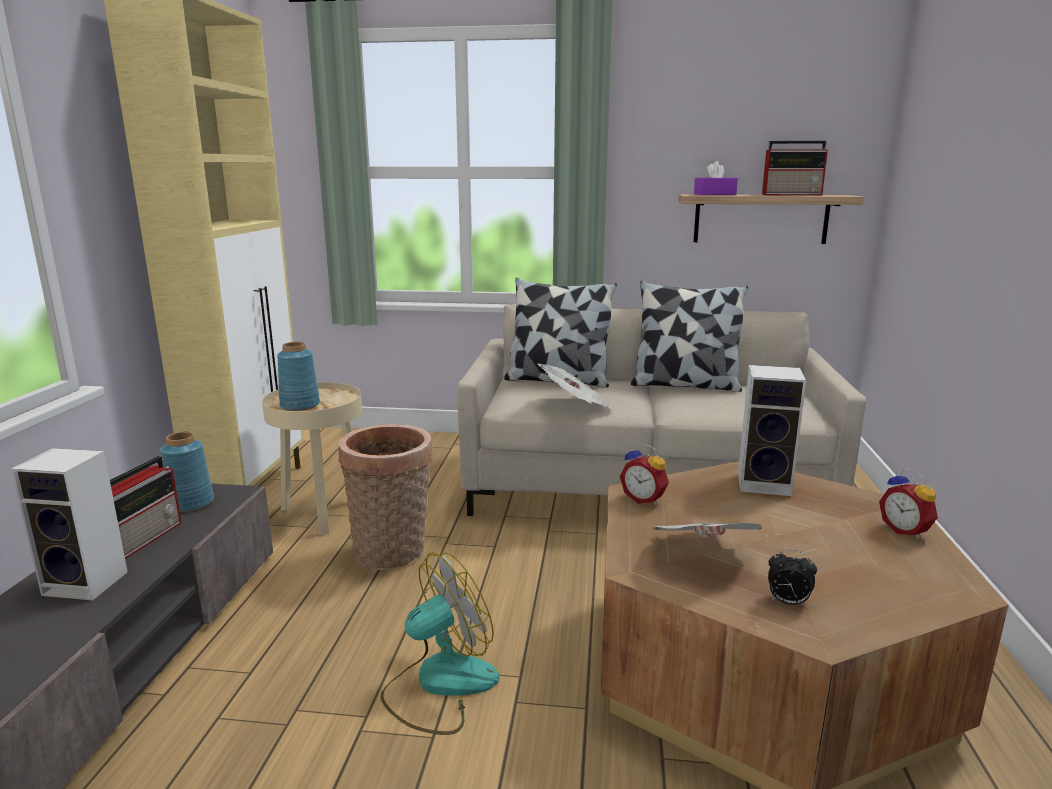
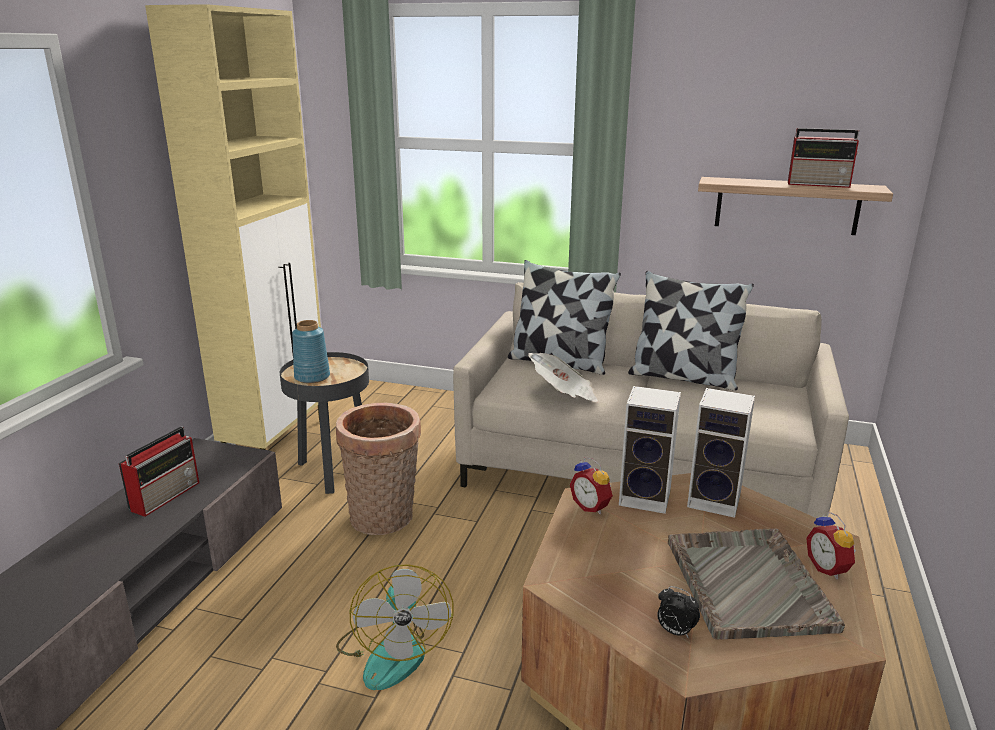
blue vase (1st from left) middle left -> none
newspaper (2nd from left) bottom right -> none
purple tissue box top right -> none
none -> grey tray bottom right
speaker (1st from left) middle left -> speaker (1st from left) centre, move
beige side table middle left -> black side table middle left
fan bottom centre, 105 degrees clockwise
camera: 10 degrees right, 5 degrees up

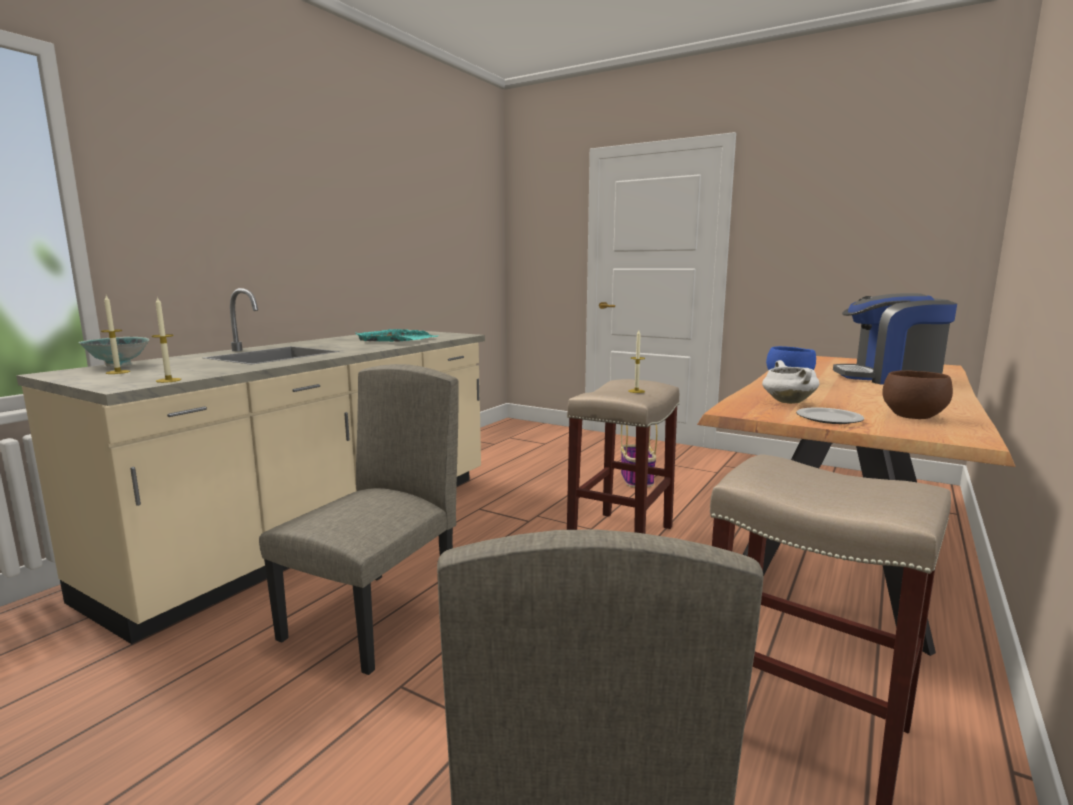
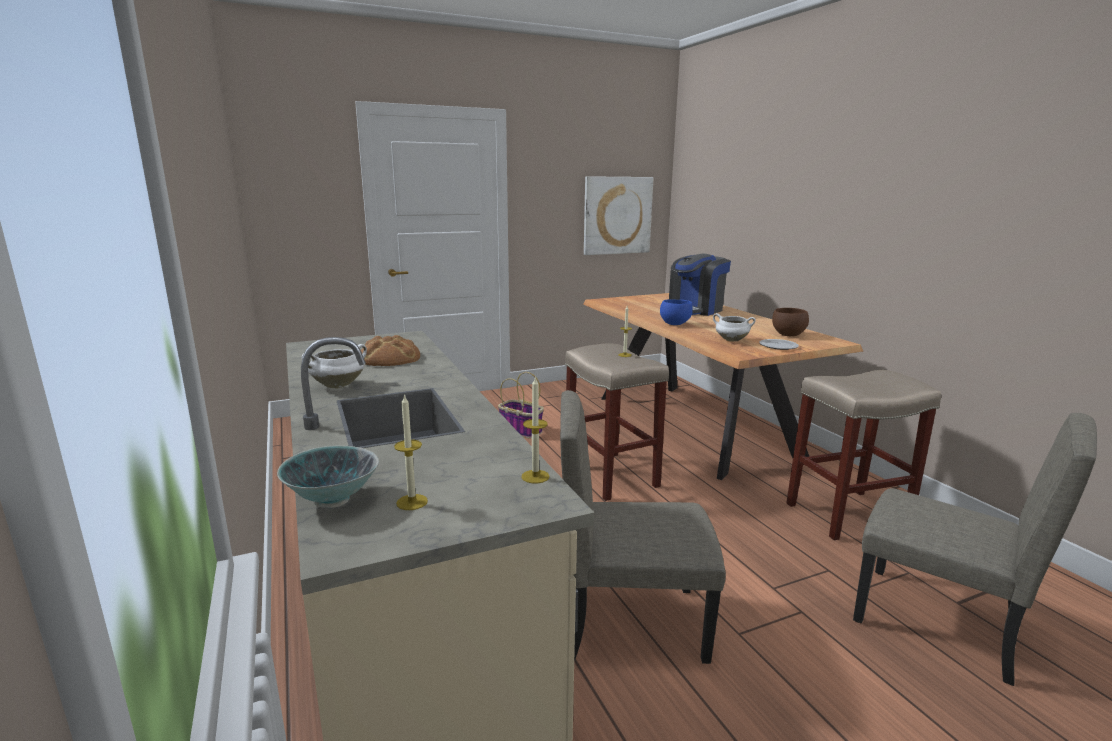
none -> white cooking pot (1st from left) middle left
none -> picture top centre
turquoise tray centre -> bread centre
beige chair (1st from left) centre -> beige chair (1st from left) bottom centre, 60 degrees counterclockwise
camera: 55 degrees left, 5 degrees up

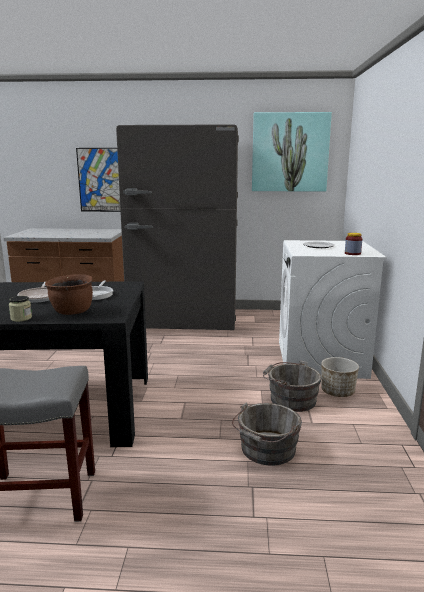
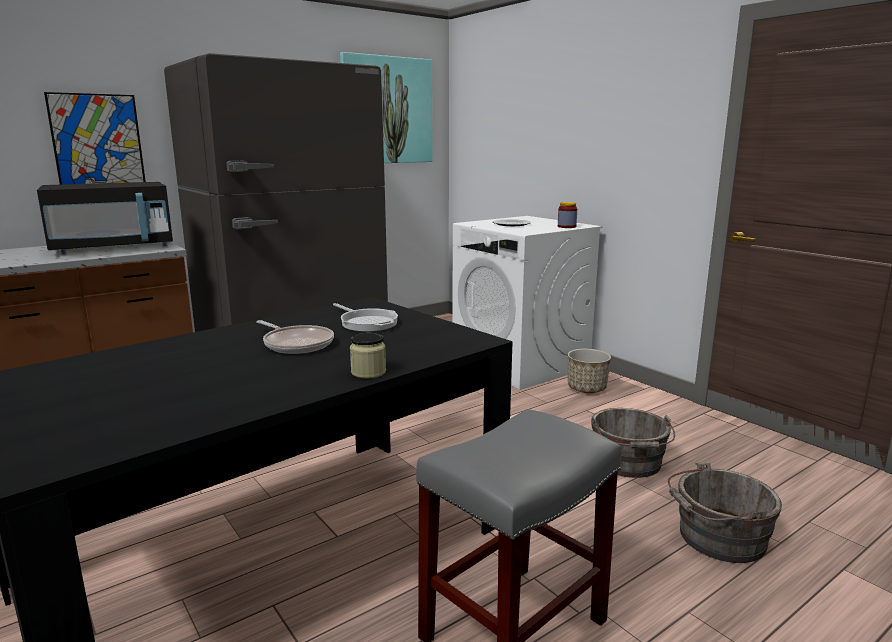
brown cooking pot middle left -> none
none -> black microwave middle left
grey bucket (2nd from left) middle right -> grey bucket (2nd from left) bottom right, move
camera: 40 degrees left, 0 degrees up

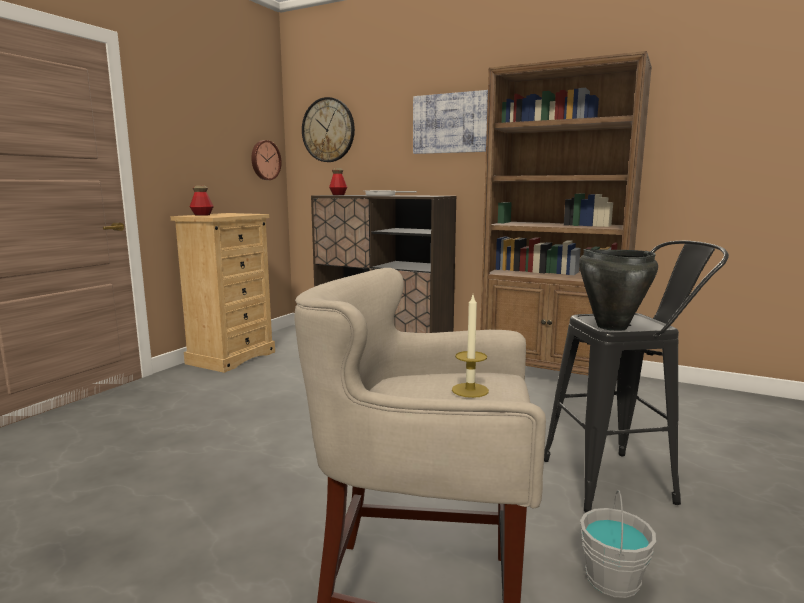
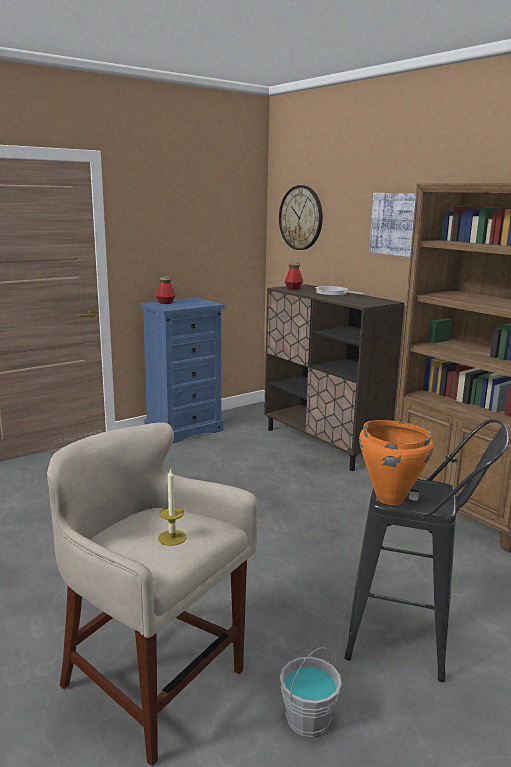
wall clock (1st from left) top left -> none
beige dresser middle left -> blue dresser centre
black cooking pot middle right -> orange cooking pot middle right
camera: 25 degrees right, 5 degrees up

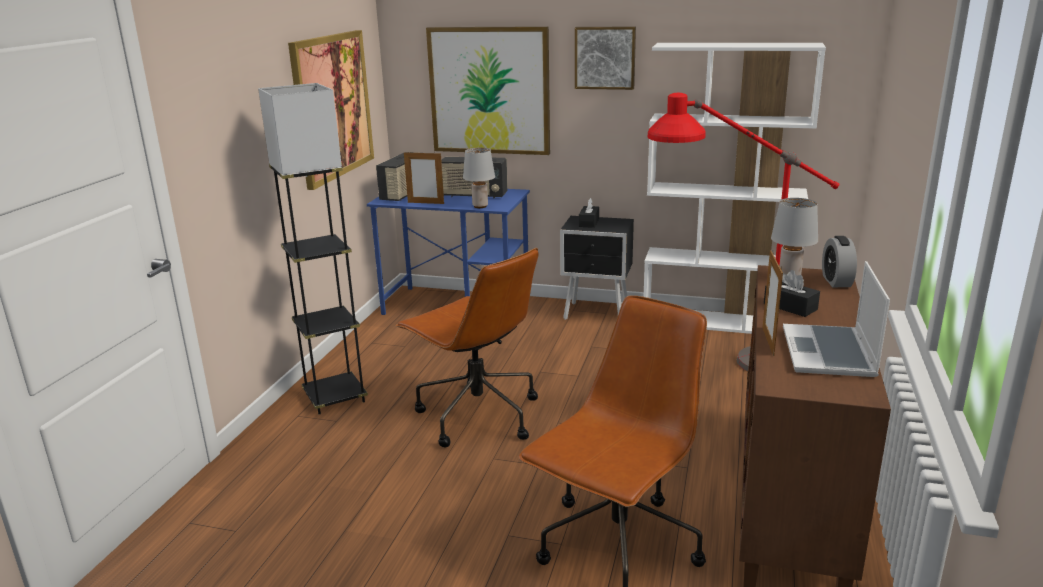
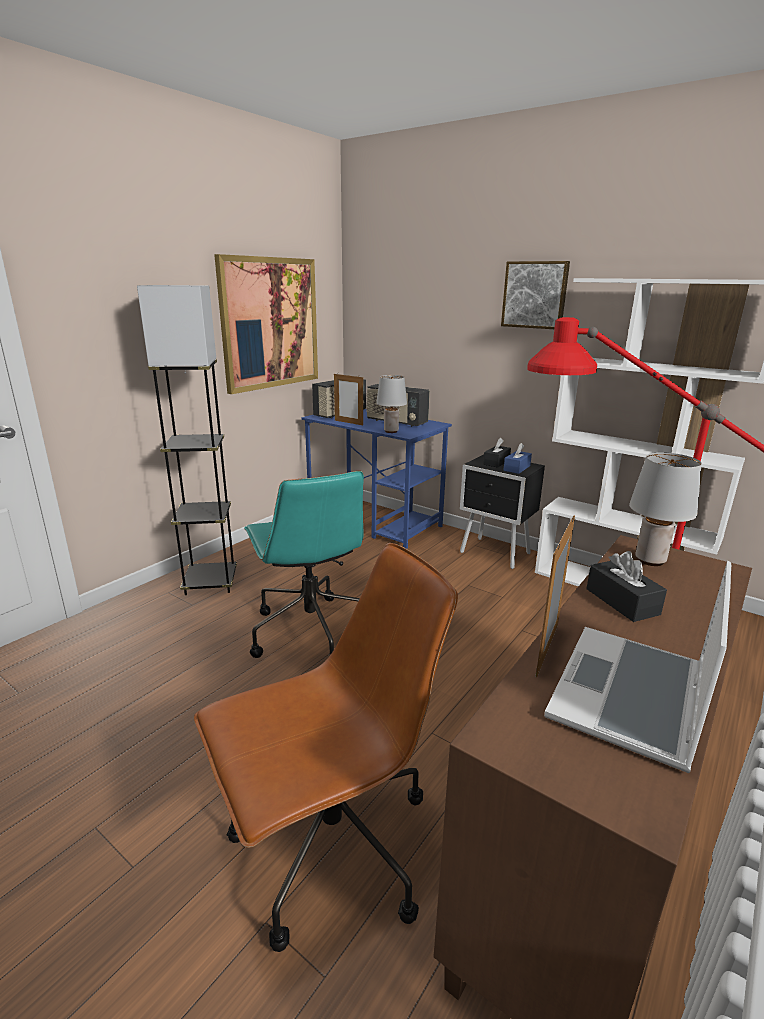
picture (2nd from left) top centre -> none
alarm clock middle right -> none
none -> blue tissue box middle right
brown office chair (1st from left) centre -> turquoise office chair centre
camera: 20 degrees right, 0 degrees up

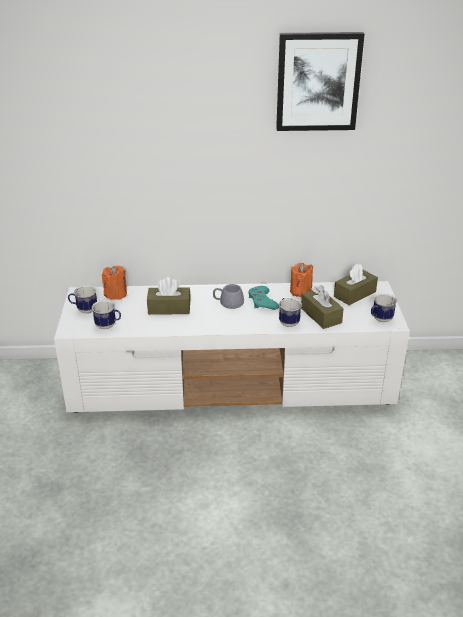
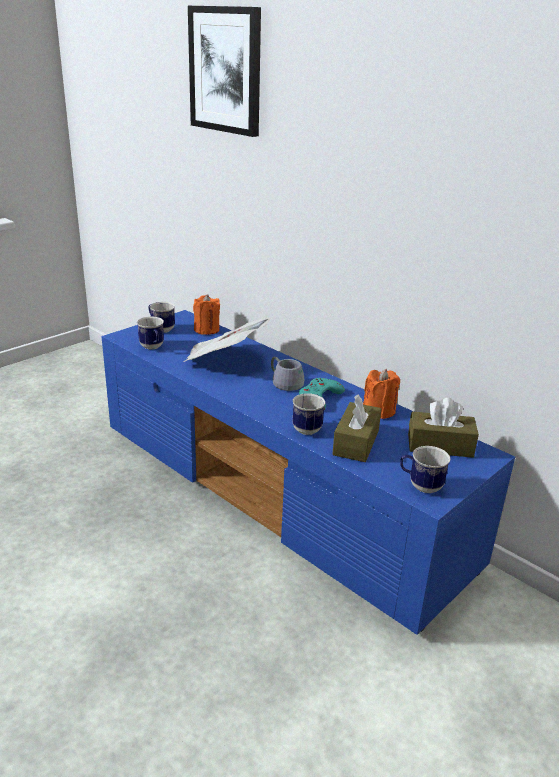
picture top right -> picture top centre, move
brown tissue box (1st from left) centre -> newspaper centre
white tv stand centre -> blue tv stand centre
camera: 45 degrees right, 5 degrees down

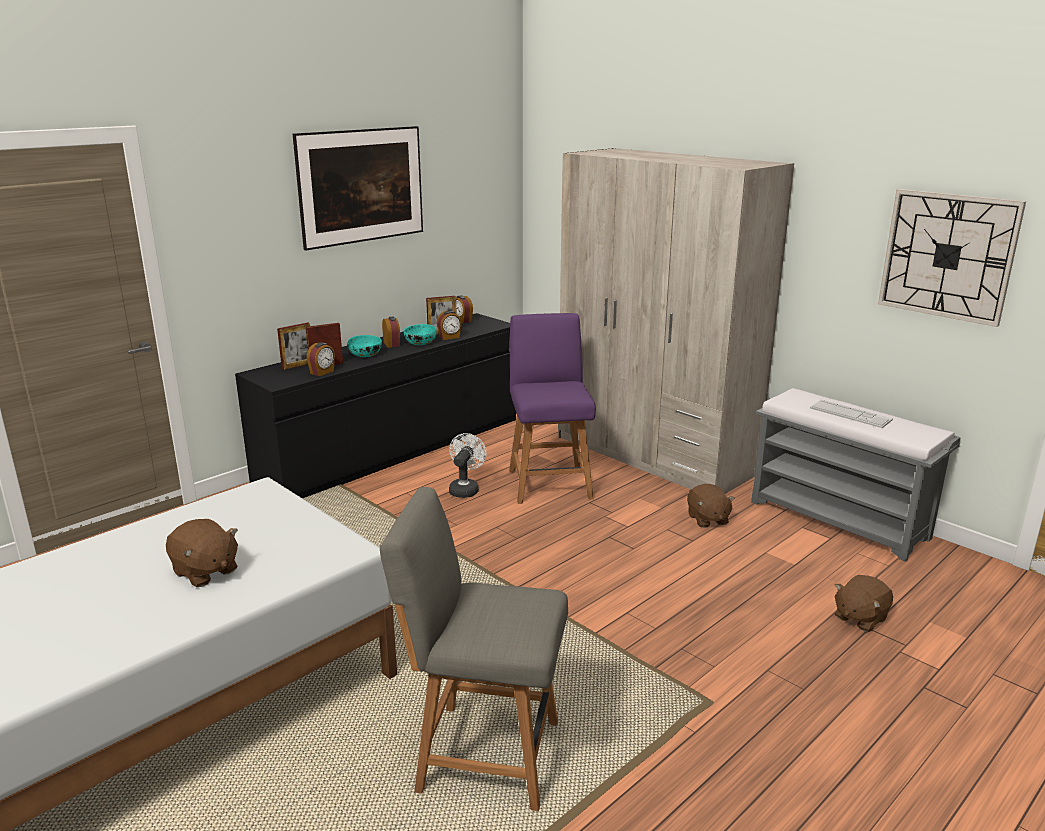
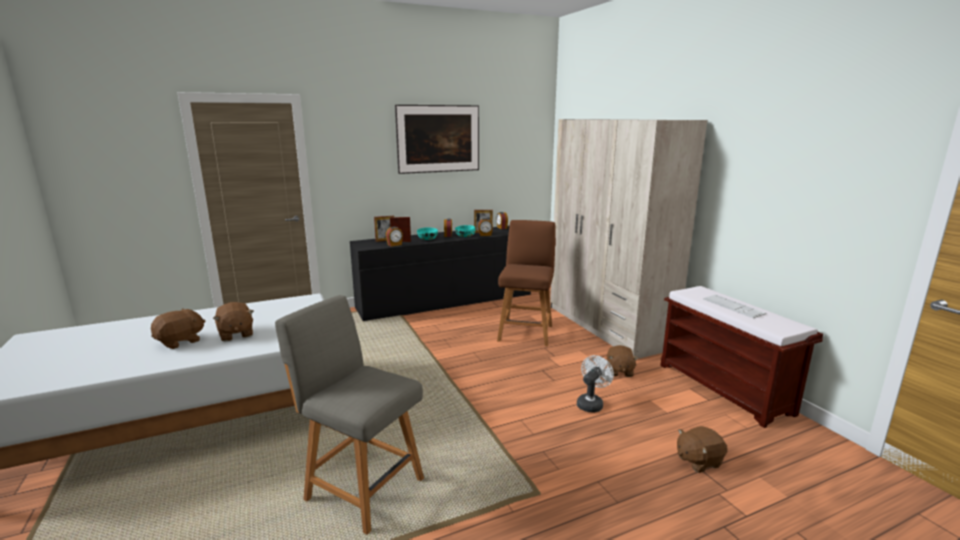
wall clock top right -> none
none -> brown plush toy (1st from left) middle left
white fan centre -> white fan bottom centre, move
purple chair centre -> brown chair centre
grey bench middle right -> brown bench middle right
camera: 20 degrees right, 5 degrees down

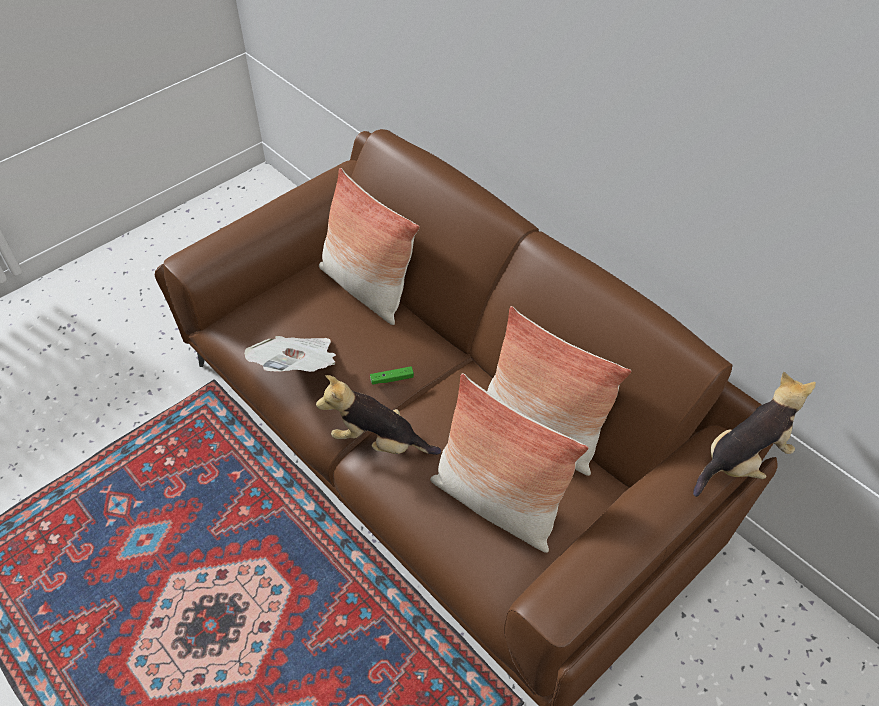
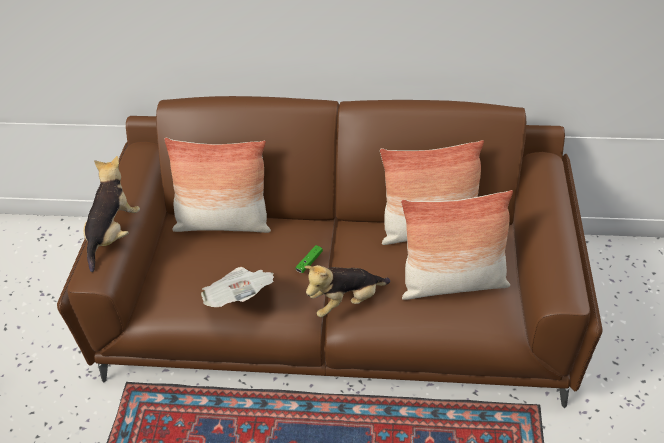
plush toy (2nd from left in the first image) middle right -> plush toy (1st from left) middle left, move
camera: 40 degrees left, 5 degrees down

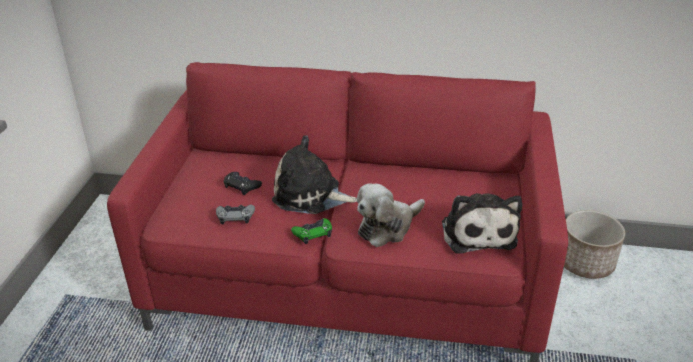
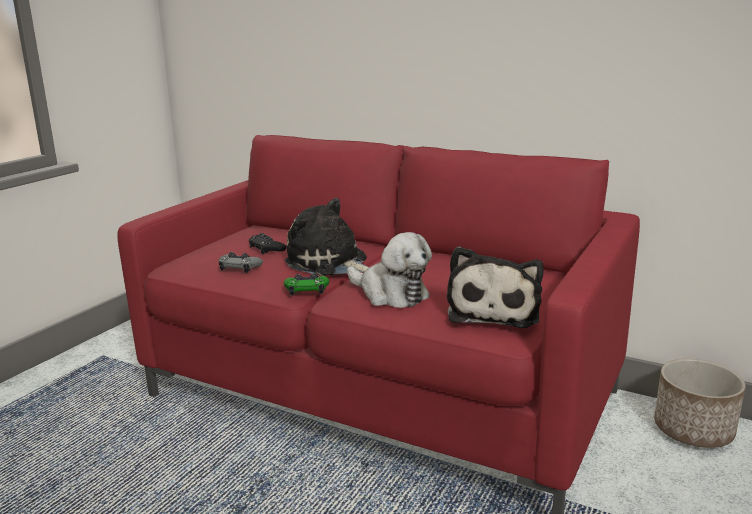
plush toy (2nd from left) centre, 120 degrees counterclockwise
camera: 20 degrees right, 15 degrees down

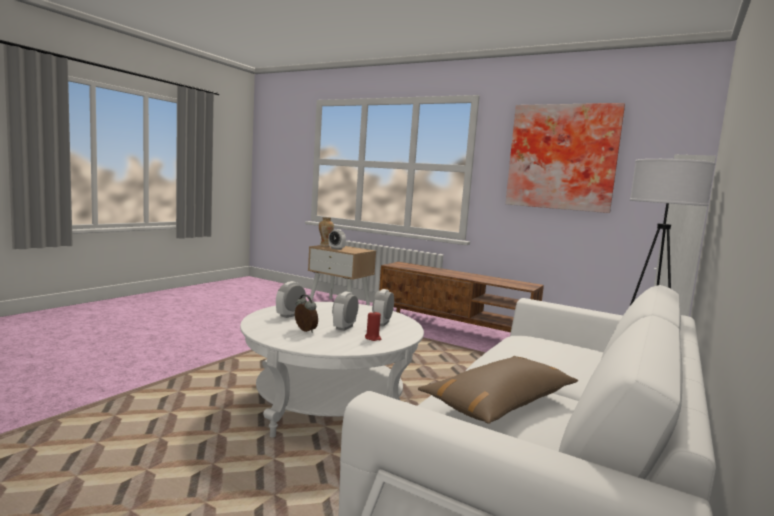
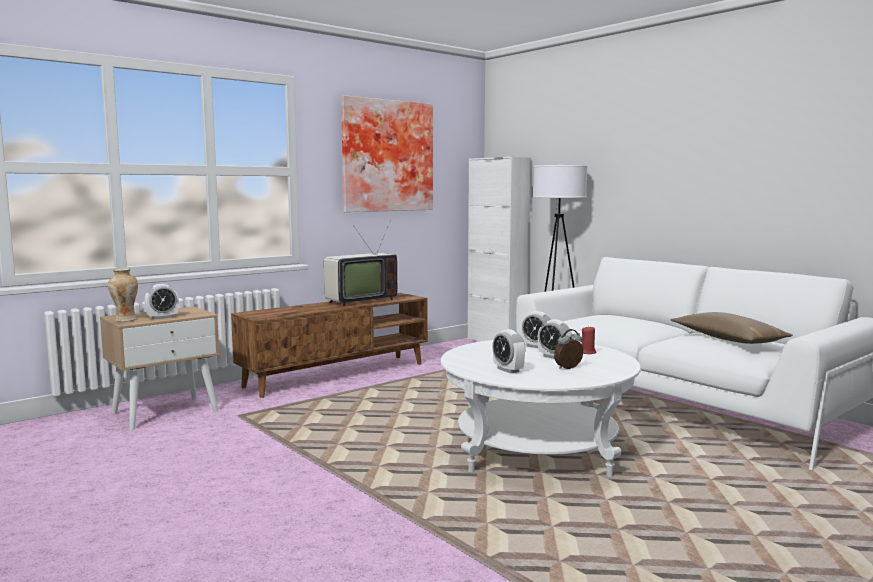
none -> television centre
camera: 70 degrees left, 0 degrees up

